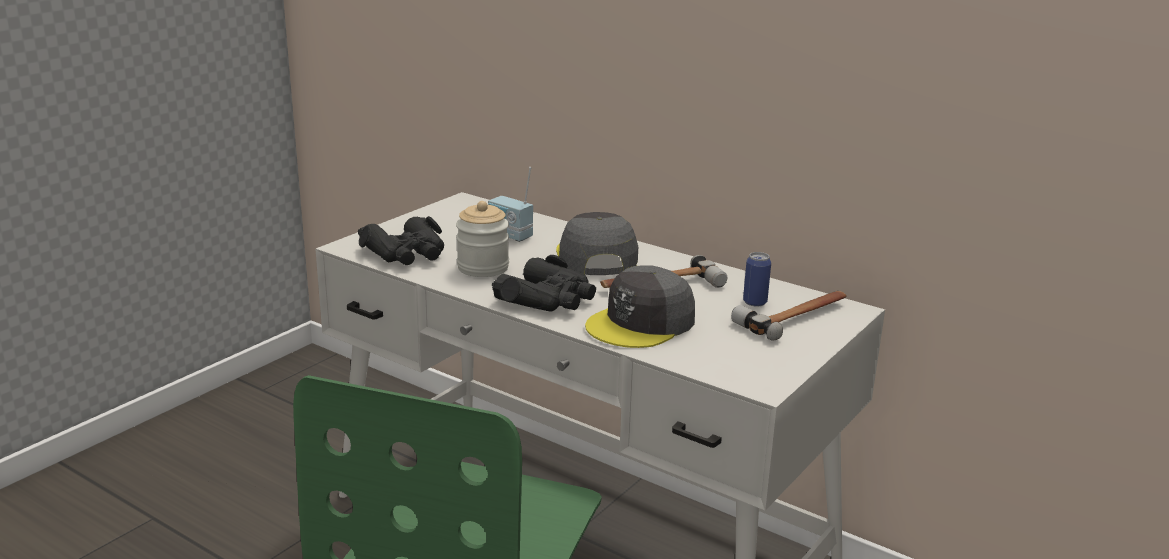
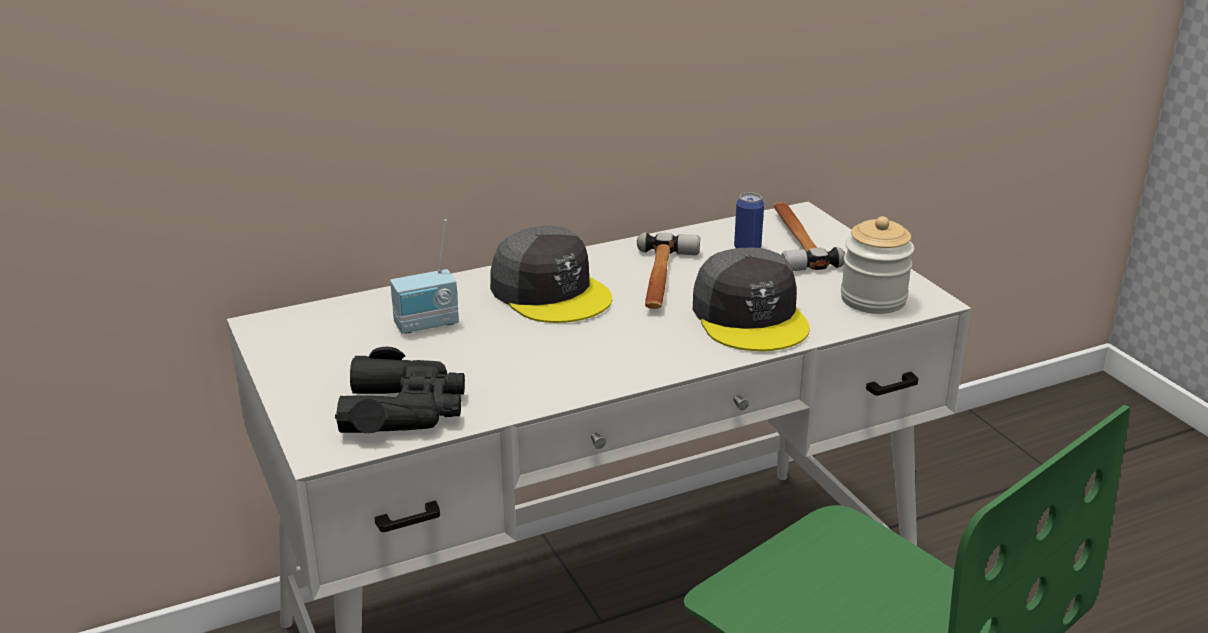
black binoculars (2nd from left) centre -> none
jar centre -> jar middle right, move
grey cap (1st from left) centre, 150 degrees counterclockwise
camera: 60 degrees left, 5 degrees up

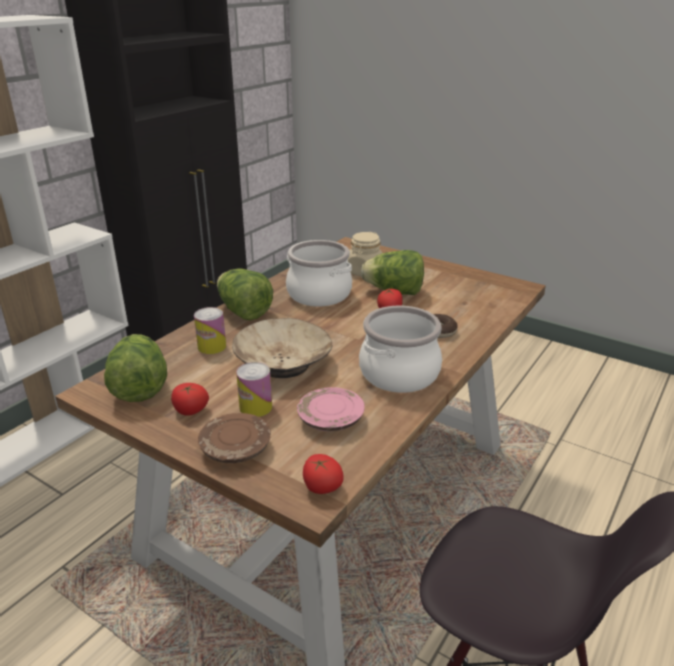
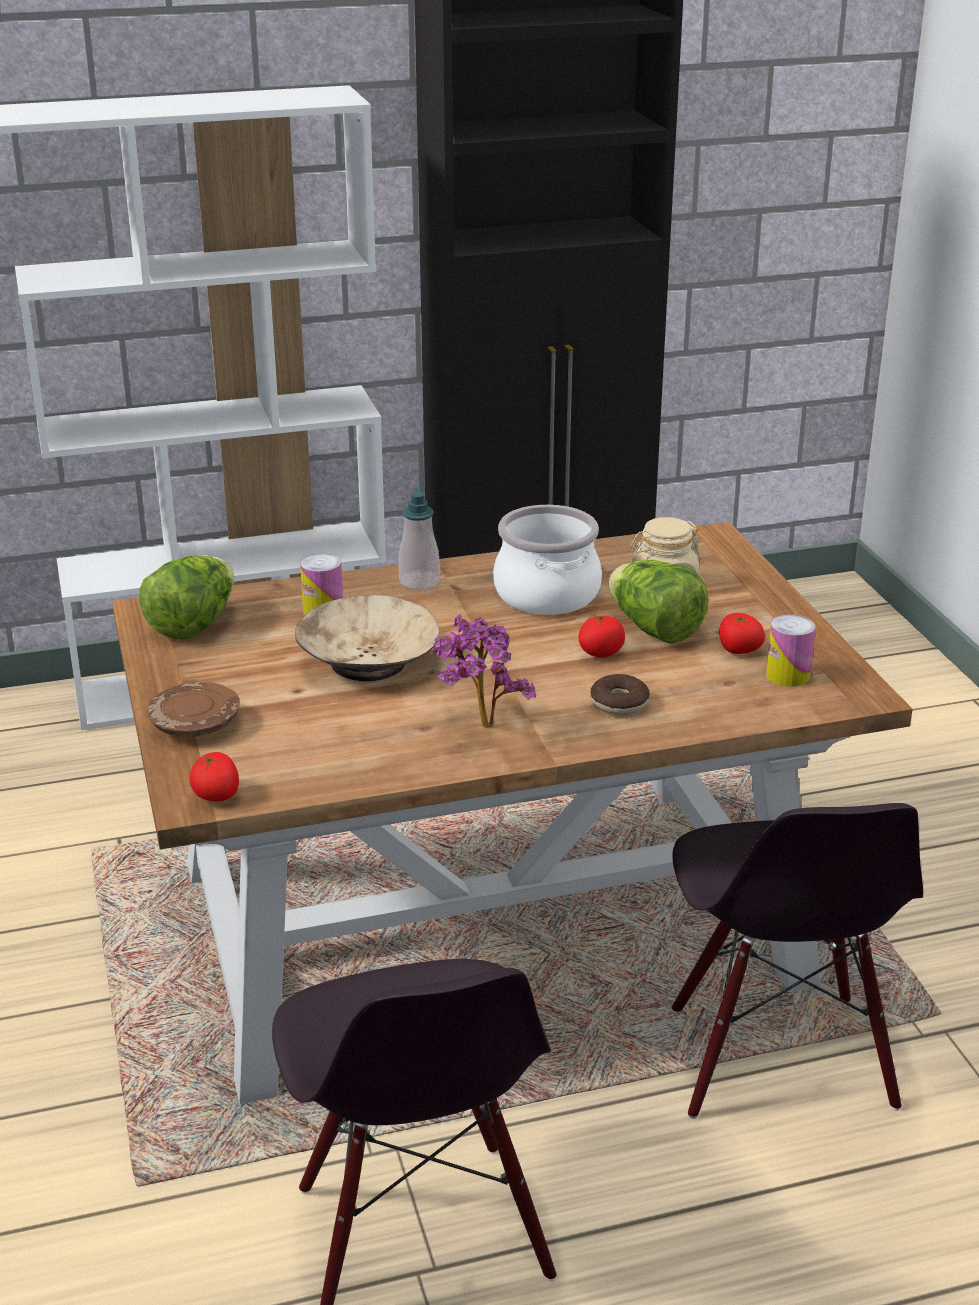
pink plate centre -> none
none -> black chair (2nd from left) bottom right
tomato (1st from left in the first image) middle left -> tomato (3rd from left) middle right, move
can (2nd from left) centre -> can (2nd from left) middle right, move
lettuce (2nd from left) centre -> soap dispenser centre
cooking pot (2nd from left) centre -> potted plant centre
camera: 40 degrees right, 0 degrees up

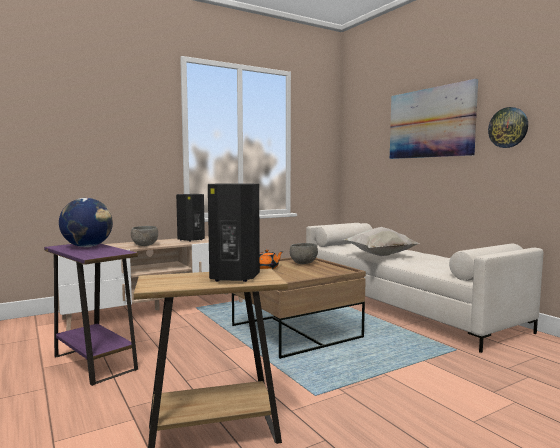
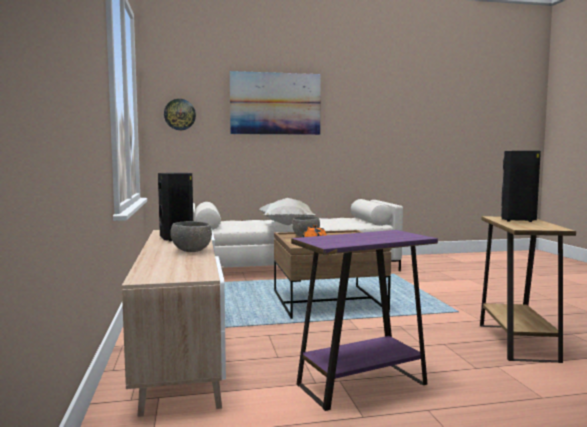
globe middle left -> none
wall clock top right -> wall clock top left, move
camera: 70 degrees left, 0 degrees up

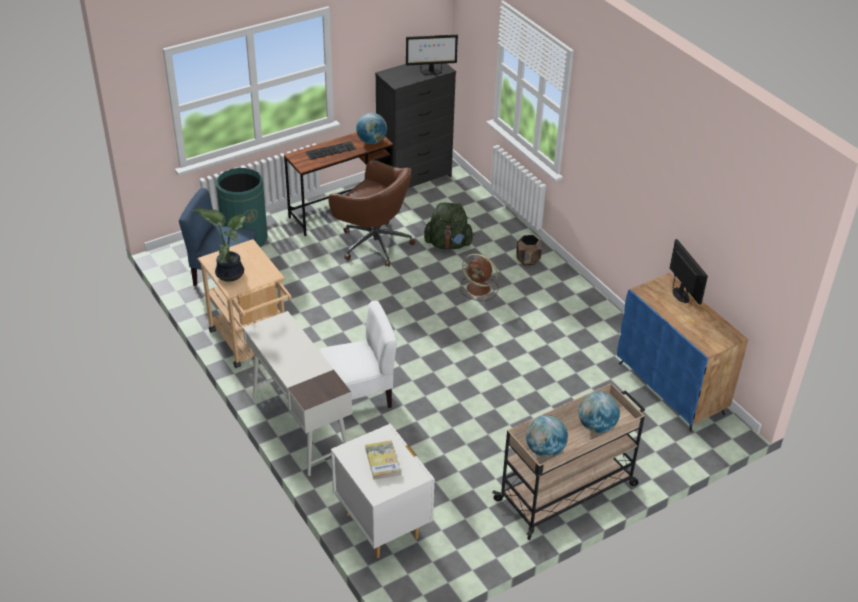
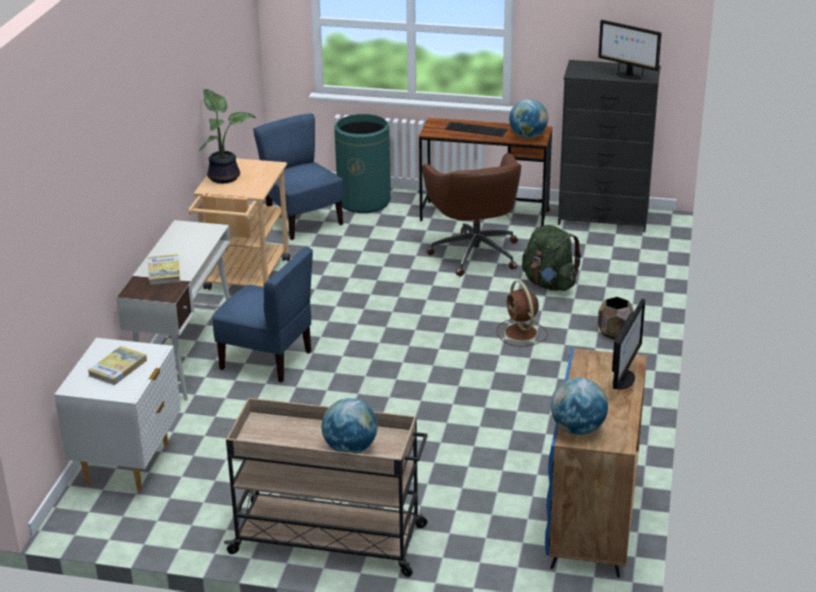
none -> book (2nd from left) middle left
globe (2nd from left in the first image) bottom centre -> globe (3rd from left) bottom right, move
white chair centre -> blue chair (1st from left) middle left
camera: 45 degrees right, 10 degrees down

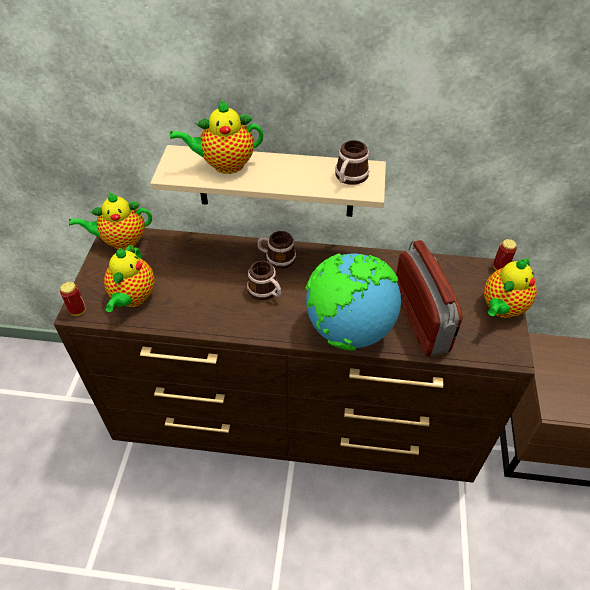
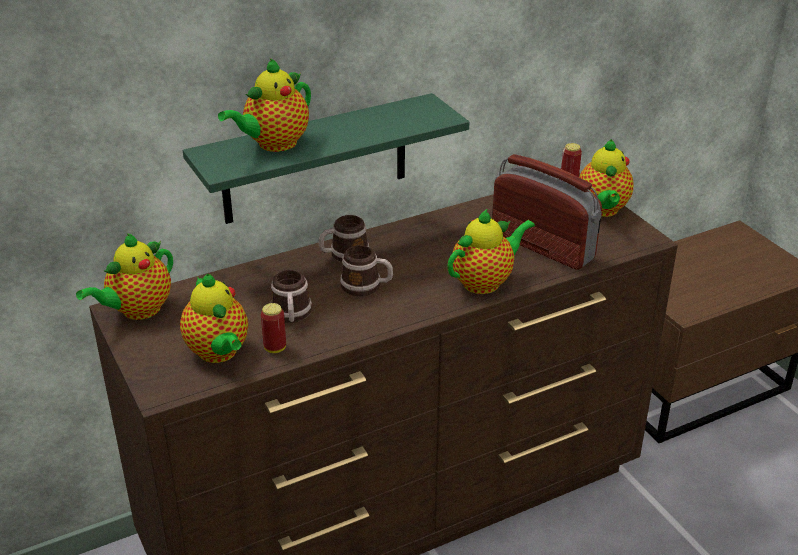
can (1st from left) middle left -> can (1st from left) centre, move
mug (3rd from left in the first image) top centre -> mug (1st from left) centre, move
globe centre -> teapot (4th from left) centre
beige shelf top centre -> green shelf top centre
camera: 35 degrees left, 15 degrees down

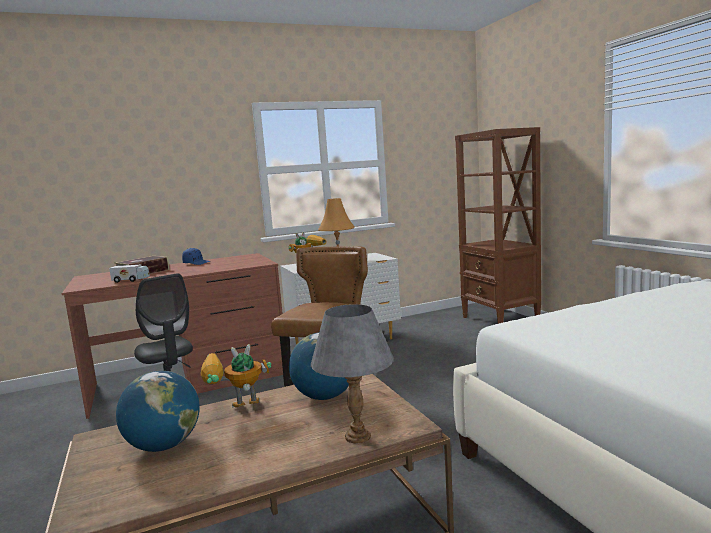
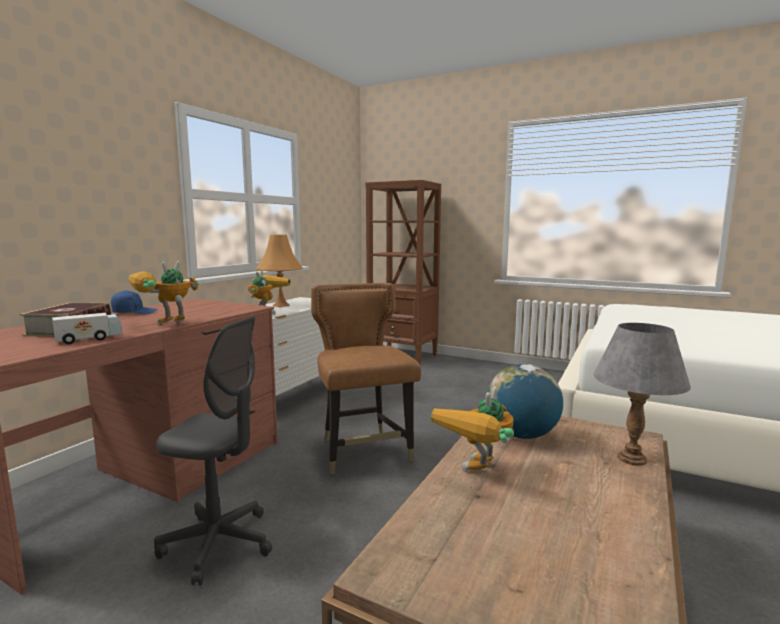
globe (1st from left) bottom left -> none
none -> toy robot (1st from left) middle left
camera: 40 degrees left, 0 degrees up

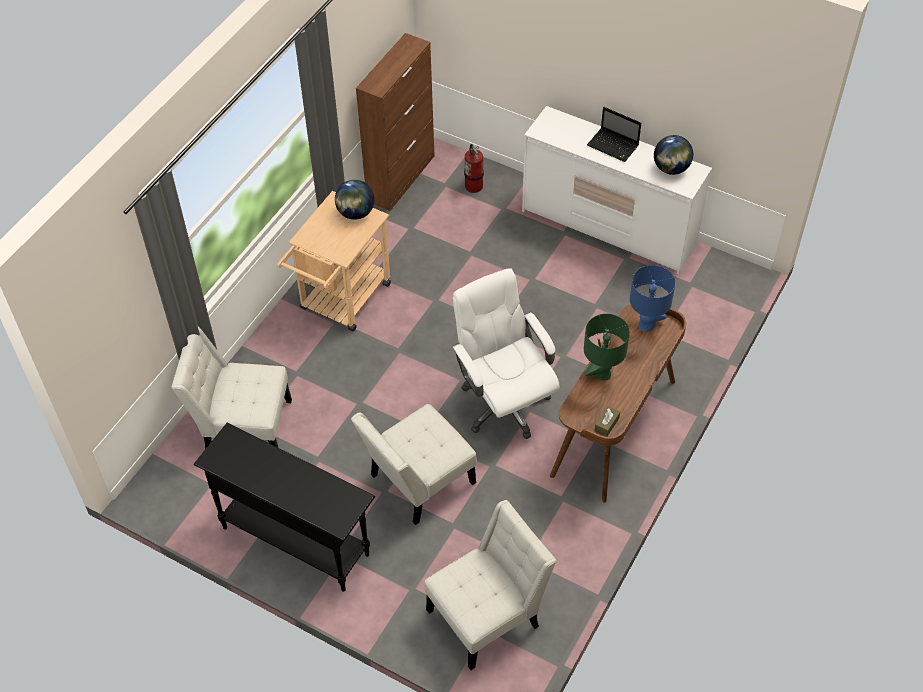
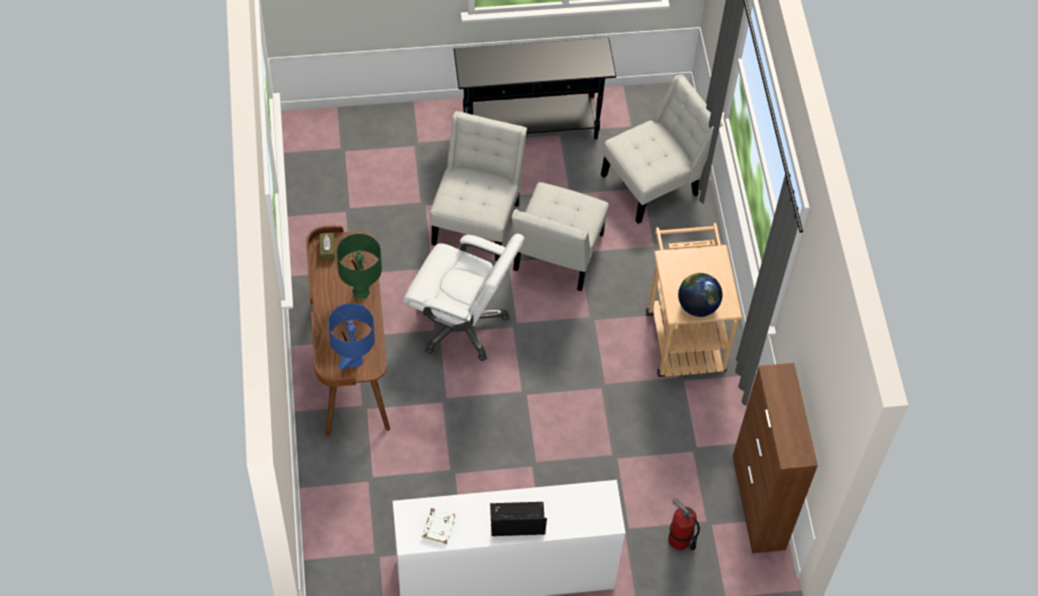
white chair (3rd from left in the first image) bottom centre -> white chair (2nd from left) centre, move
globe (2nd from left) top right -> white book bottom centre
camera: 140 degrees right, 5 degrees up

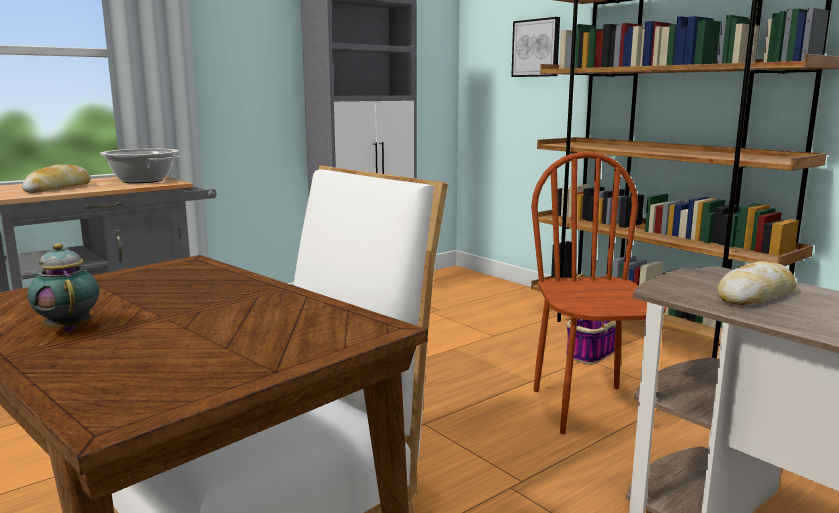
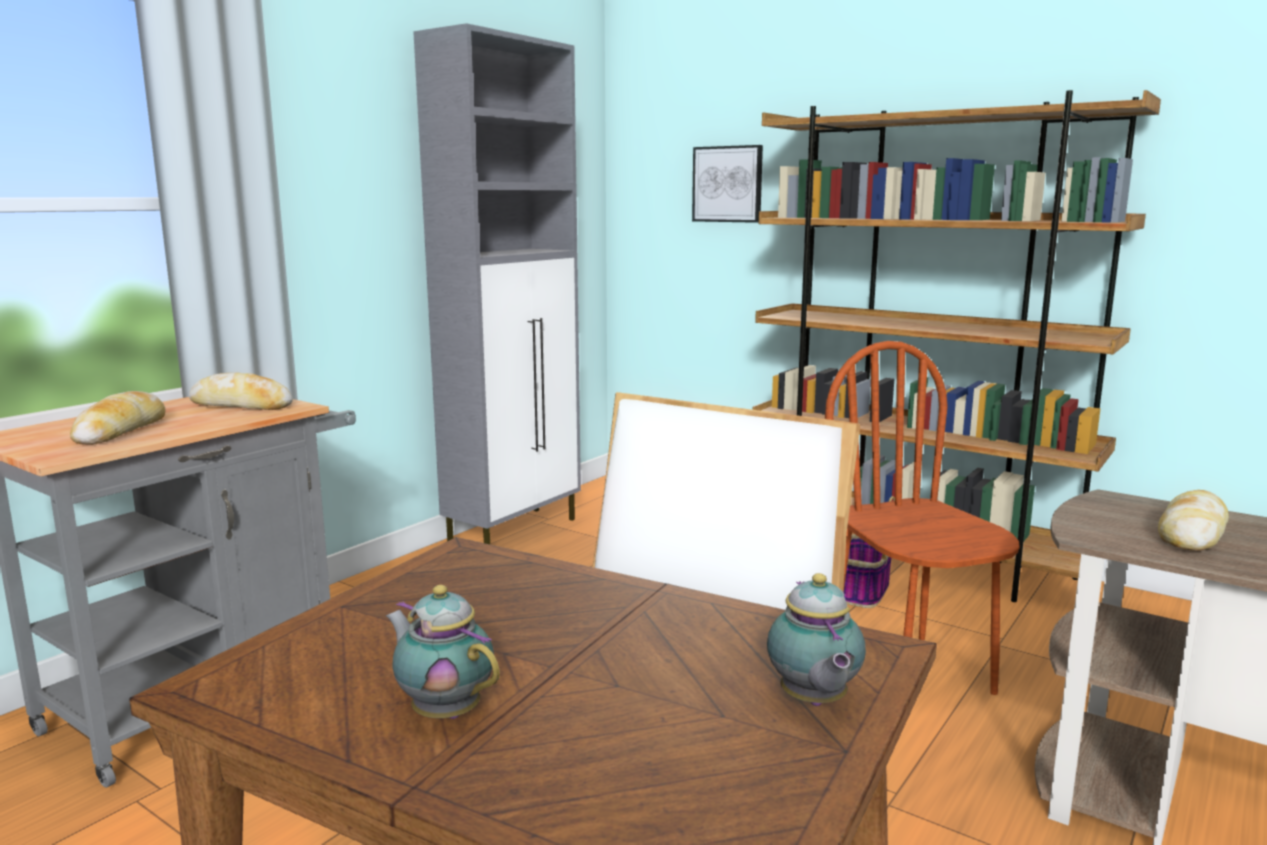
none -> teapot (2nd from left) bottom centre
cooking pot top left -> bread (2nd from left) middle left
camera: 15 degrees left, 0 degrees up

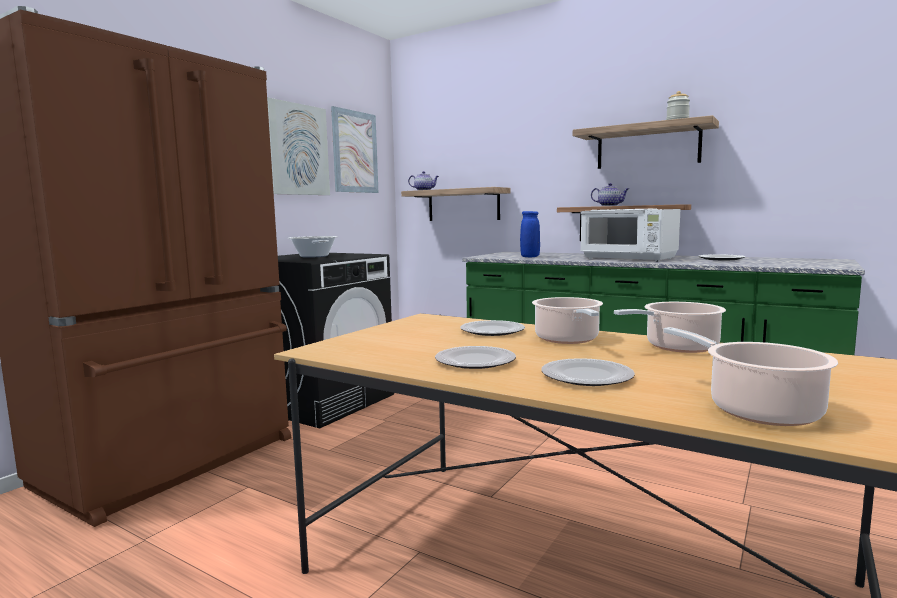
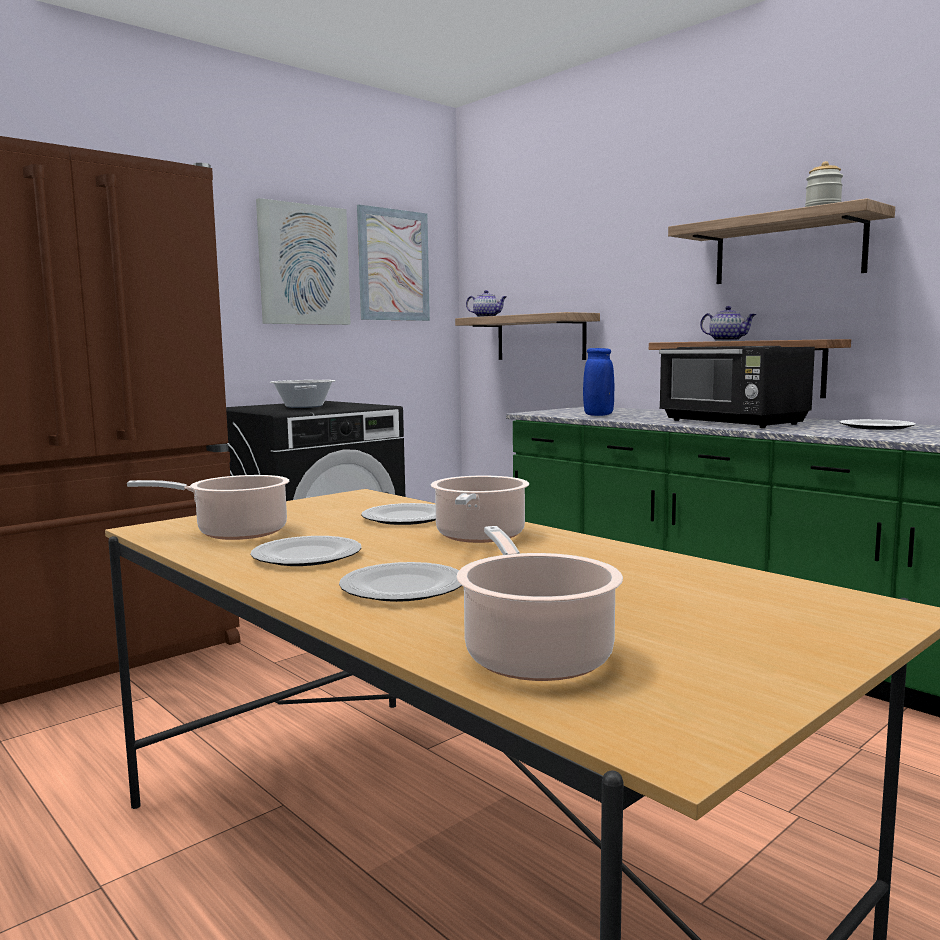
cooking pot (3rd from left in the first image) middle right -> cooking pot (1st from left) middle left, move
white microwave middle right -> black microwave middle right
camera: 15 degrees right, 0 degrees up

